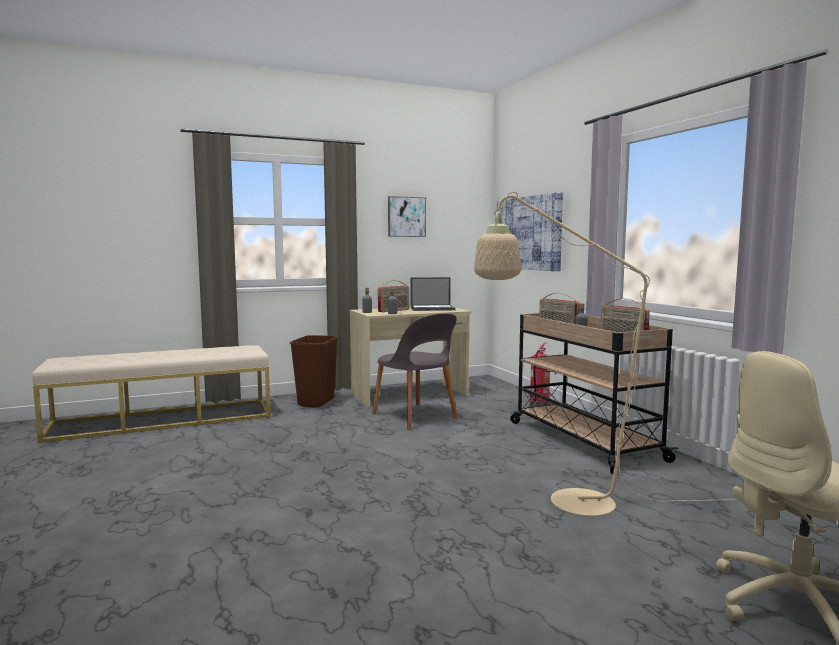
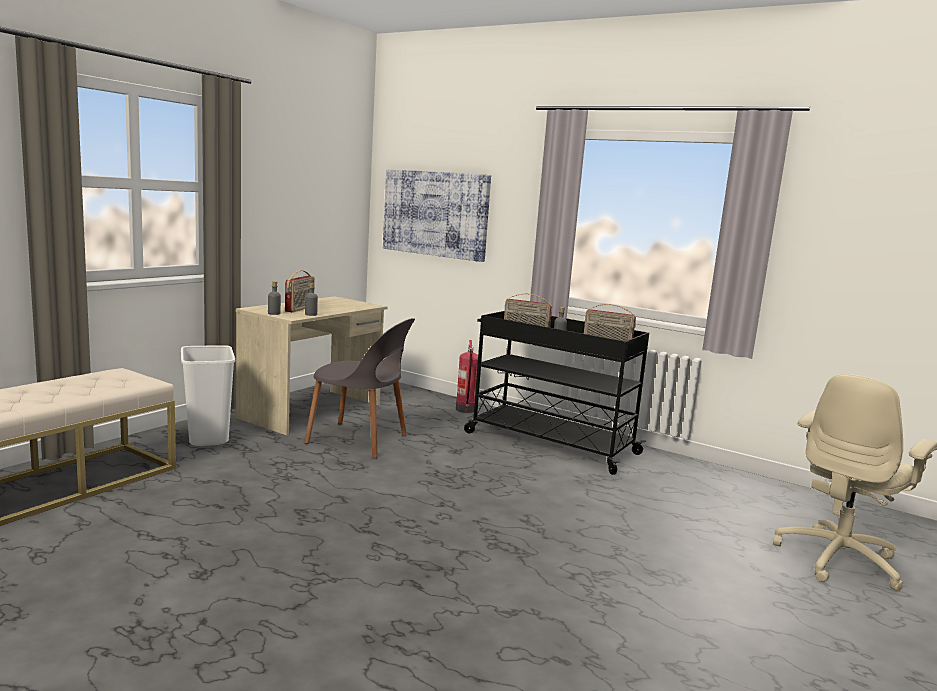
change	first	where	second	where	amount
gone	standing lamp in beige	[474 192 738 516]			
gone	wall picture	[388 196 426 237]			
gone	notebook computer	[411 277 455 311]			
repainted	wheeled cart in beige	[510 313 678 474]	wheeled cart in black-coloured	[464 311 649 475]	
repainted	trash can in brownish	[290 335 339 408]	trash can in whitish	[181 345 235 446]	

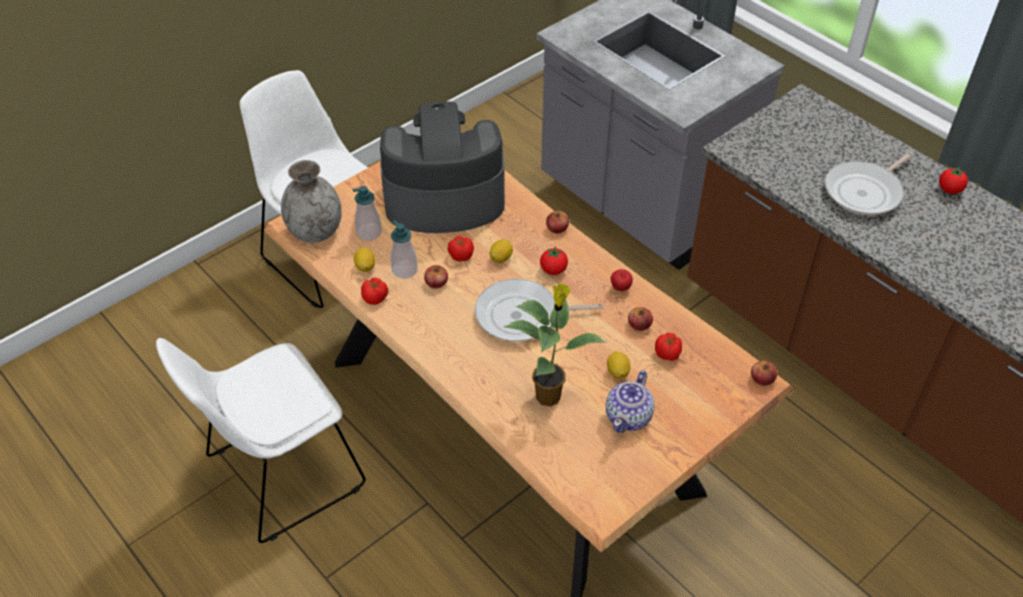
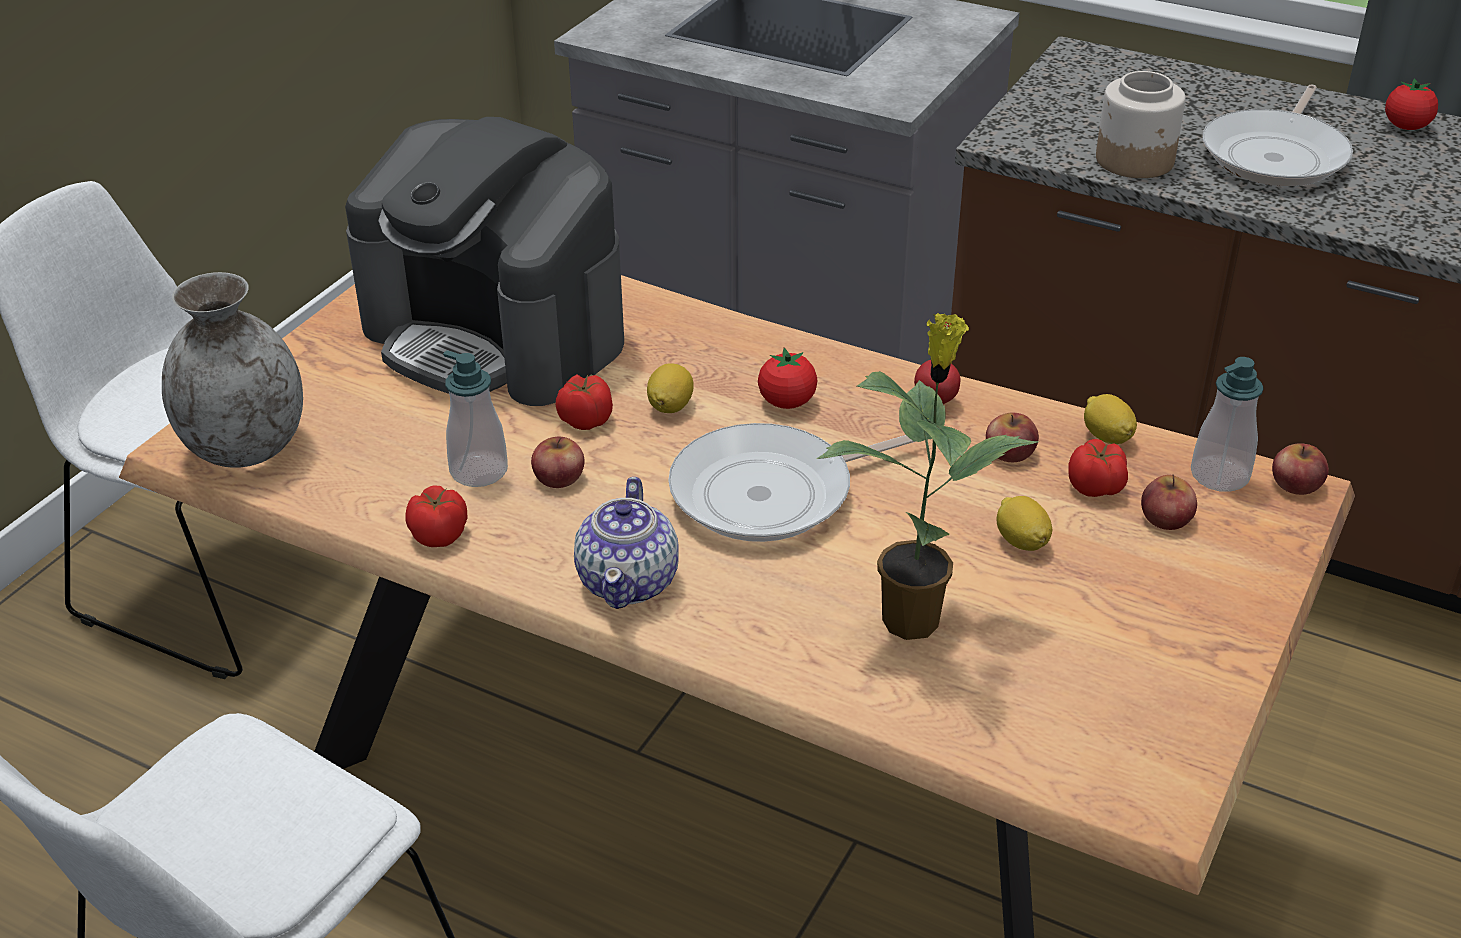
change	first	where	second	where	amount
rotated	coffee machine	[380 102 505 233]		[345 117 624 406]	120 degrees counterclockwise
shifted	soap bottle	[353 186 382 241]		[1191 357 1264 492]	
shifted	apple	[546 210 569 234]		[1141 474 1197 530]	
shifted	lemon	[354 247 375 272]		[1084 394 1137 444]	
shifted	teapot	[606 370 655 433]		[574 477 678 609]	
new			preserve jar	[1096 71 1186 178]	

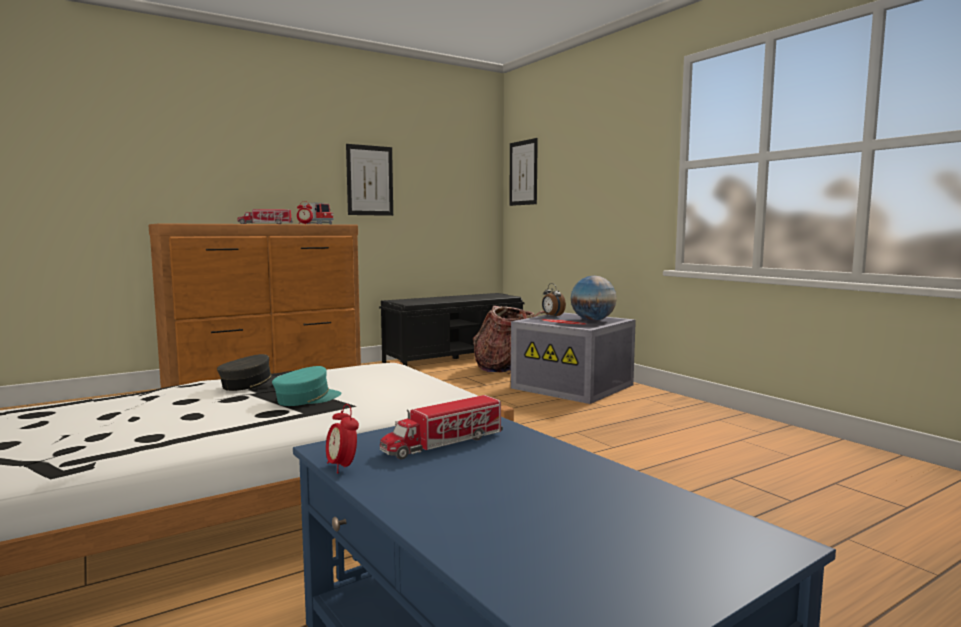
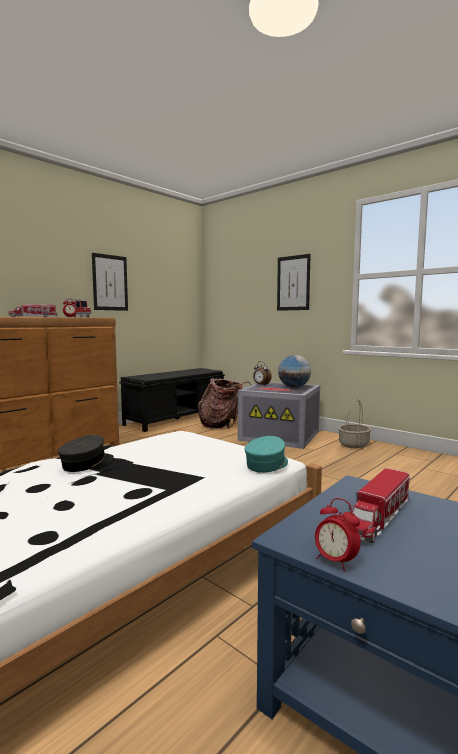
change	first	where	second	where	amount
shifted	wall picture	[509 138 538 206]		[277 254 311 311]	
shifted	cap in turquoise	[272 366 342 406]		[245 436 288 473]	
new			storage basket	[338 399 371 448]	

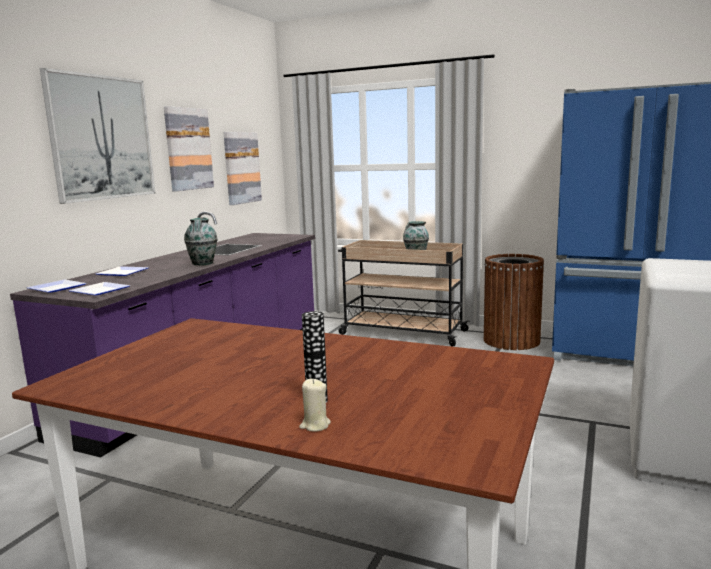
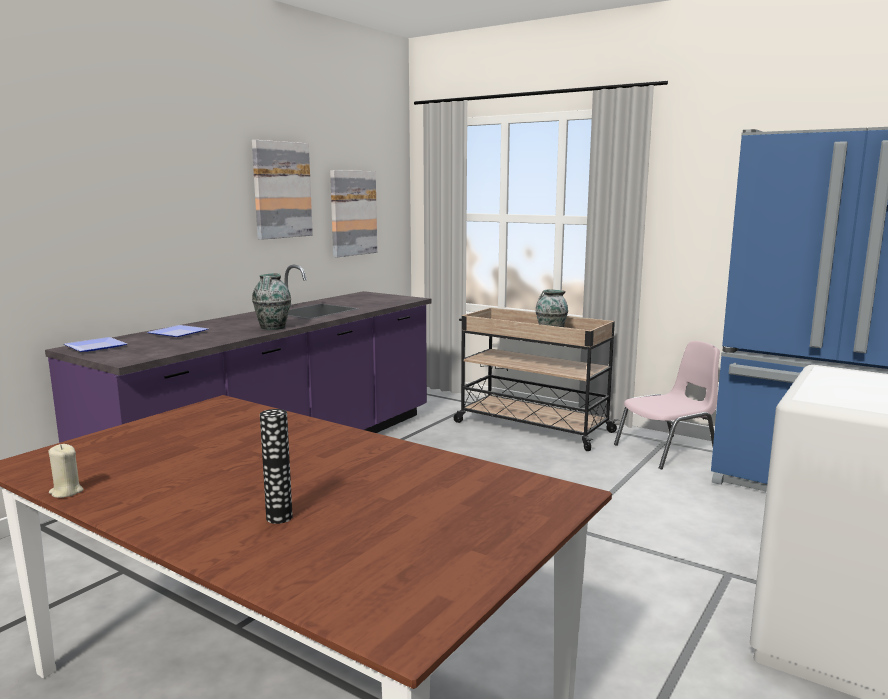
change	first	where	second	where	amount
gone	wall picture	[40 68 155 204]			
swapped	trash can in brownish	[484 254 544 350]	upright chair in pinkish	[614 341 720 469]	
gone	dinner plate	[69 282 130 295]			
shifted	wax light in beige	[299 379 331 431]		[48 444 83 498]	

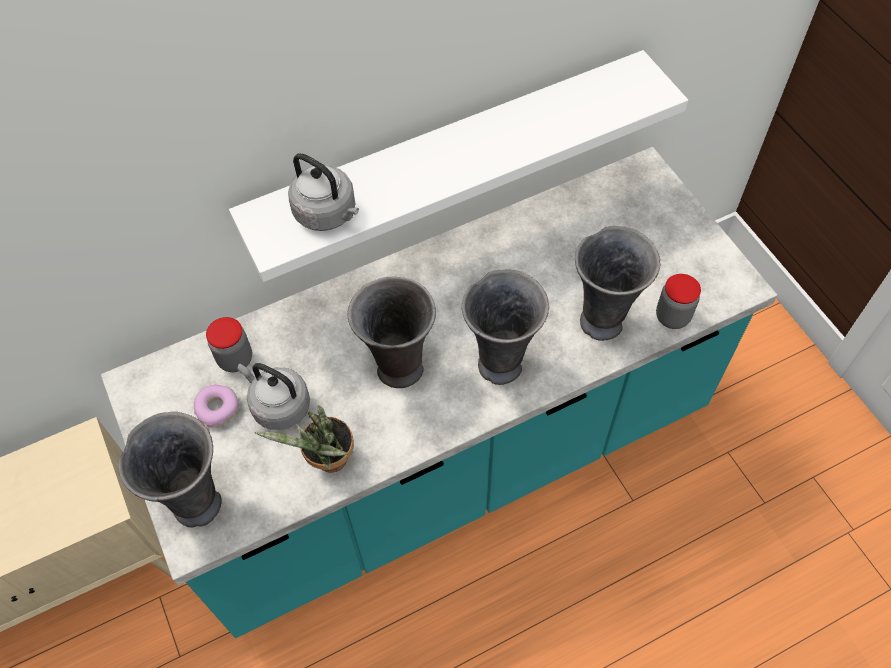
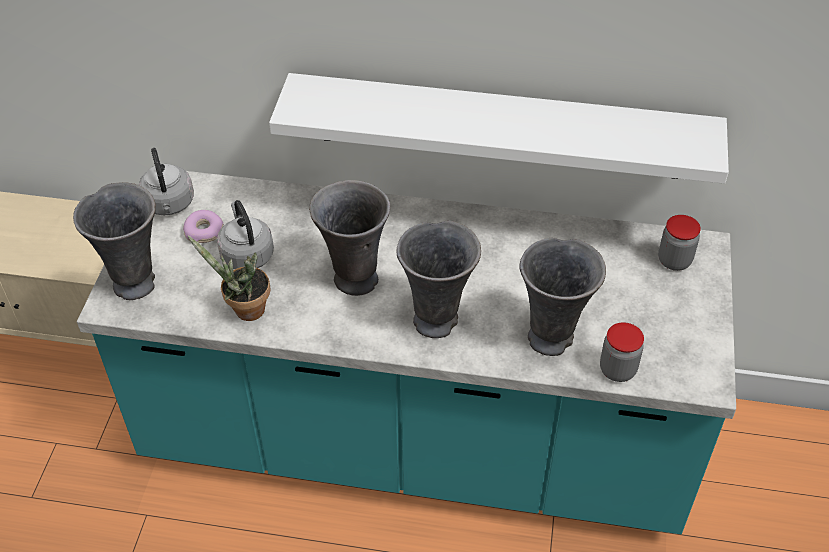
change	first	where	second	where	amount
shifted	tea kettle in gray	[288 153 359 231]		[139 148 194 215]	
shifted	preserve jar	[206 317 252 372]		[658 215 701 271]	

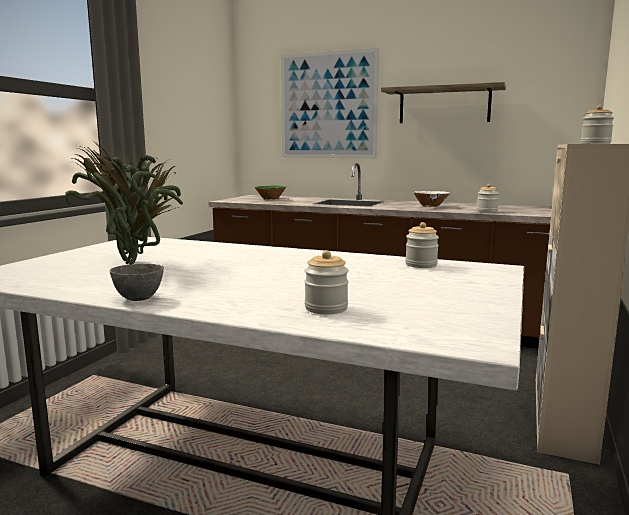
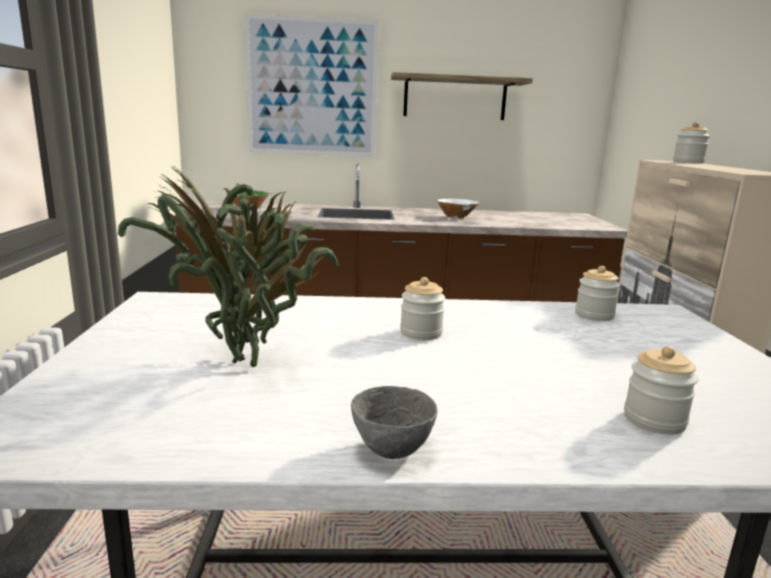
change	first	where	second	where	amount
shifted	preserve jar	[477 184 499 213]		[400 277 445 340]	

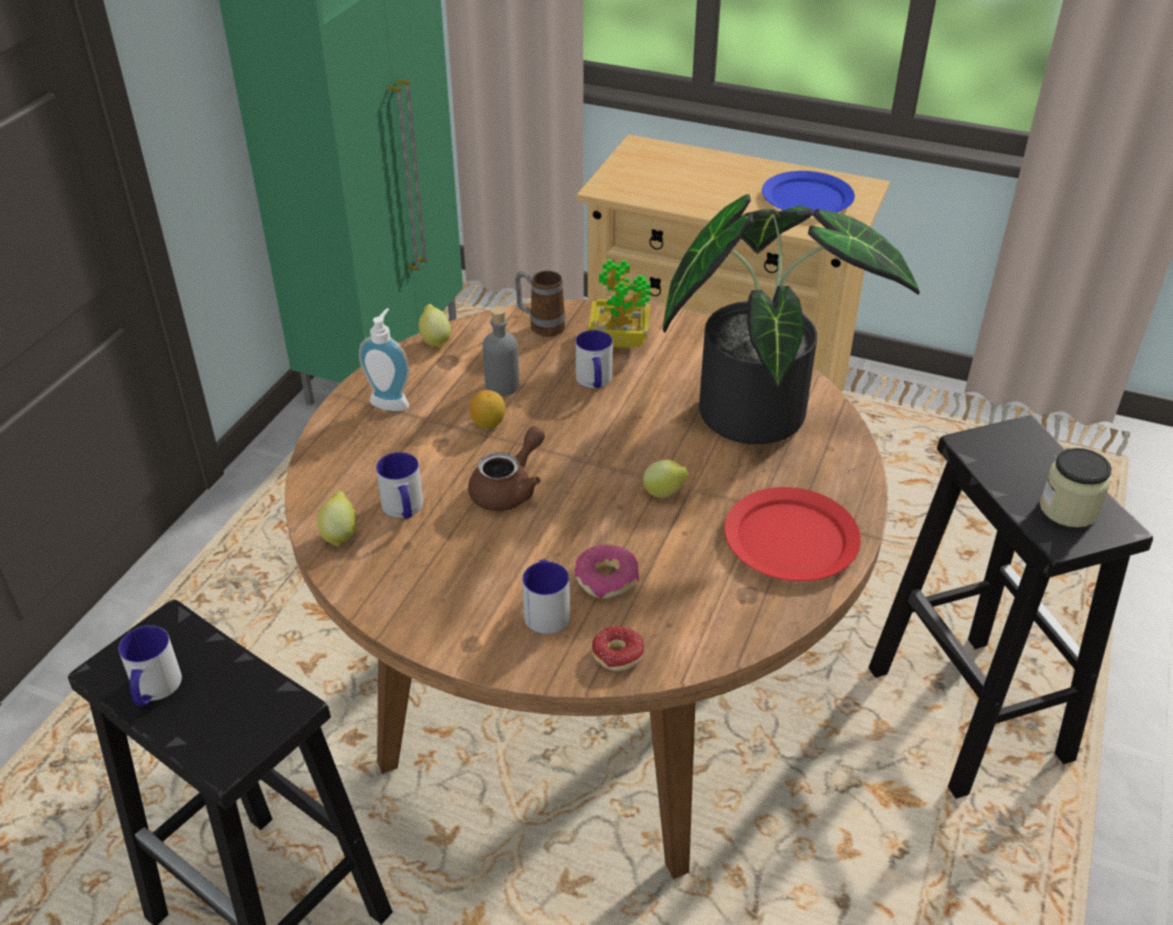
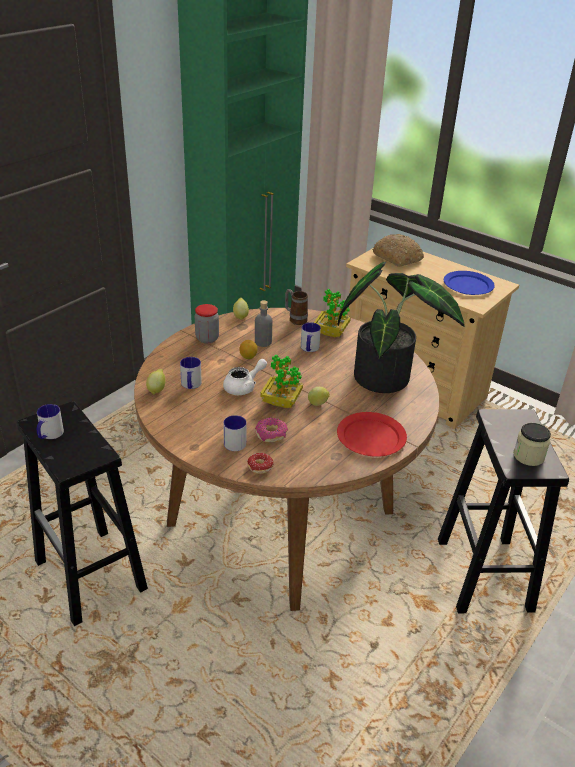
change	first	where	second	where	amount
swapped	soap bottle	[359 308 410 411]	preserve jar	[195 304 219 343]	
repainted	teapot in brownish	[468 426 545 511]	teapot in whitish	[223 359 267 395]	
new			baked bread	[372 234 424 267]	
new			potted plant	[260 355 303 408]	

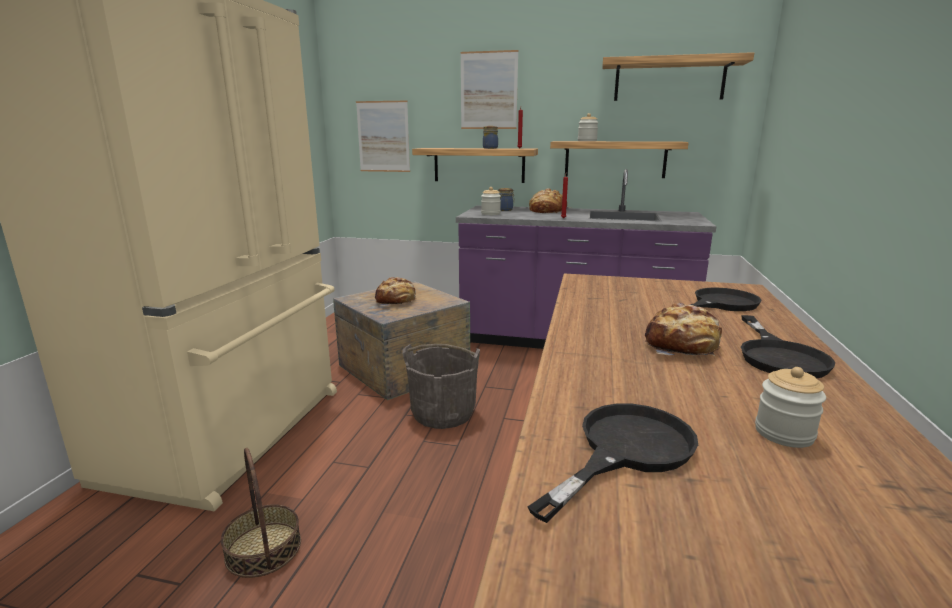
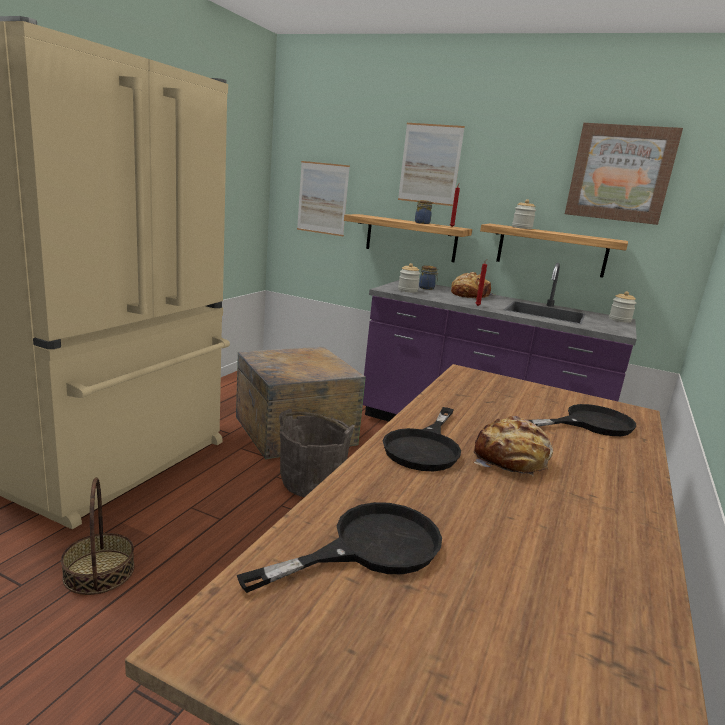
change	first	where	second	where	amount
swapped	bracket shelf	[603 52 754 101]	wall picture	[565 123 683 225]	
gone	baked bread	[375 277 416 306]			
shifted	pan in black-coloured	[741 315 835 378]		[383 407 461 471]	
shifted	preserve jar	[755 367 826 448]		[609 291 636 323]	

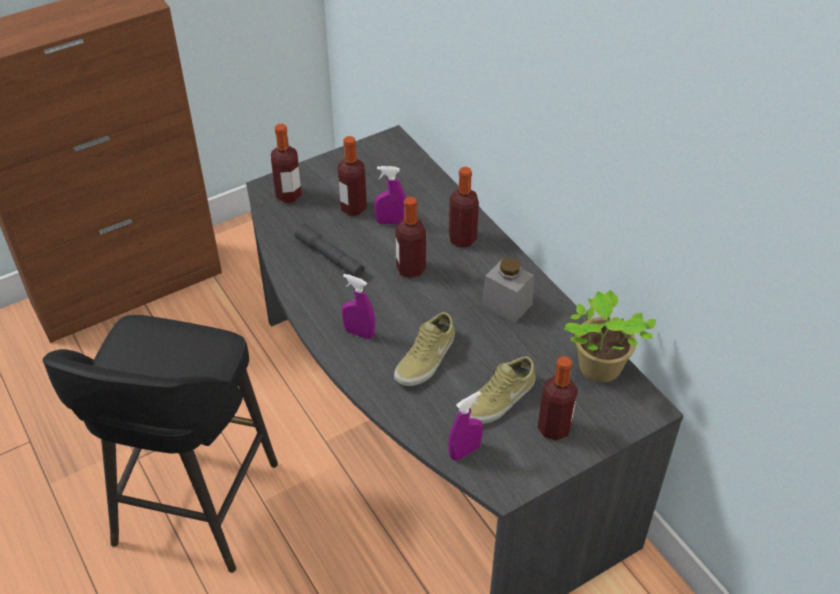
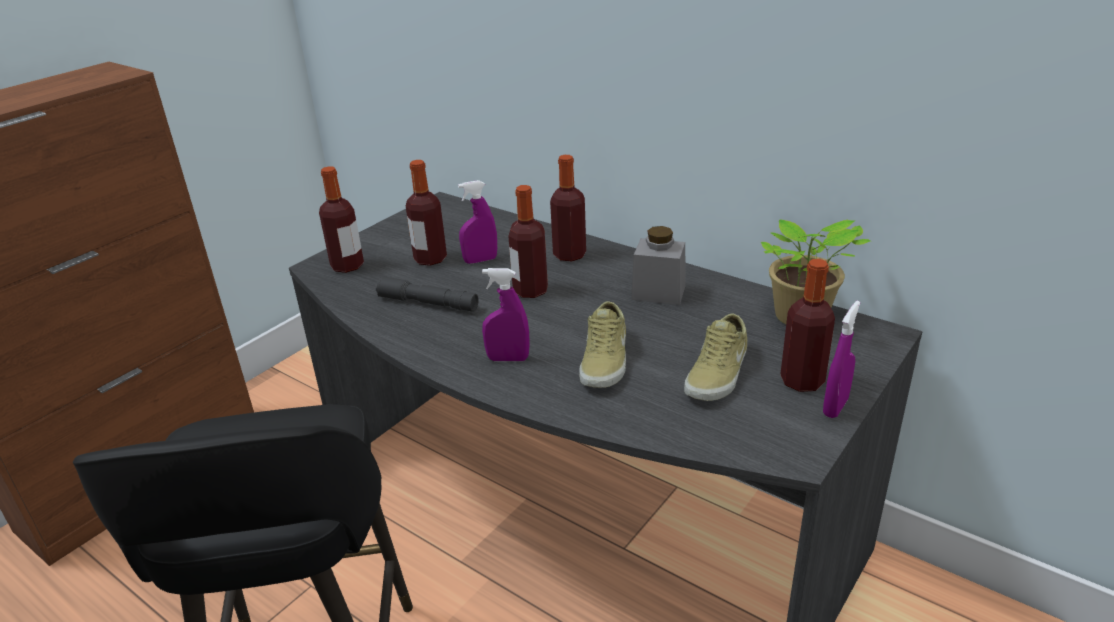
change	first	where	second	where	amount
shifted	hand sprayer in purple	[448 391 483 461]		[823 301 860 418]	

